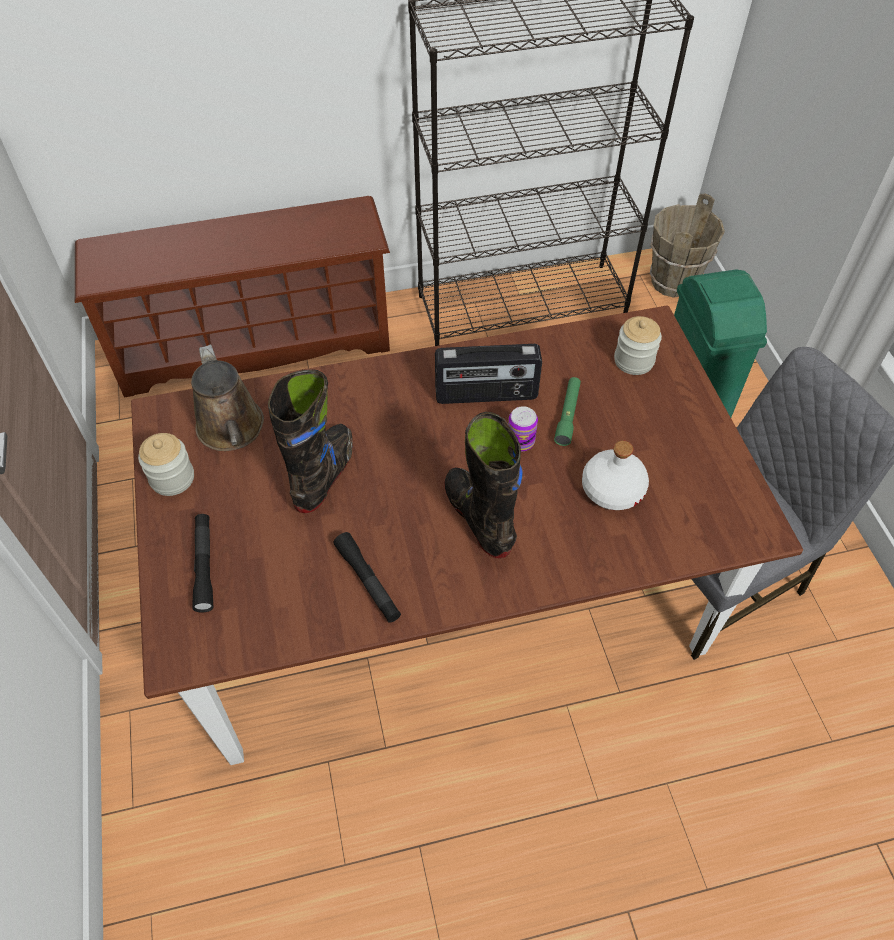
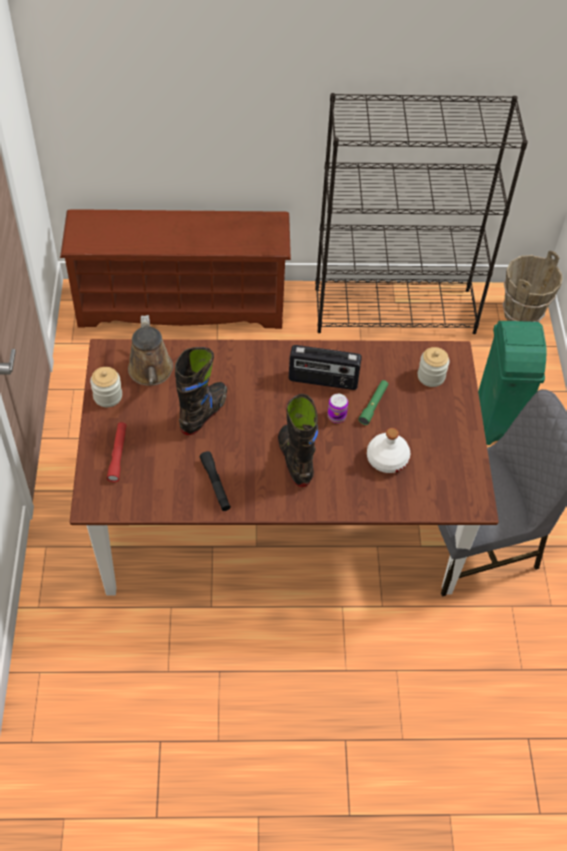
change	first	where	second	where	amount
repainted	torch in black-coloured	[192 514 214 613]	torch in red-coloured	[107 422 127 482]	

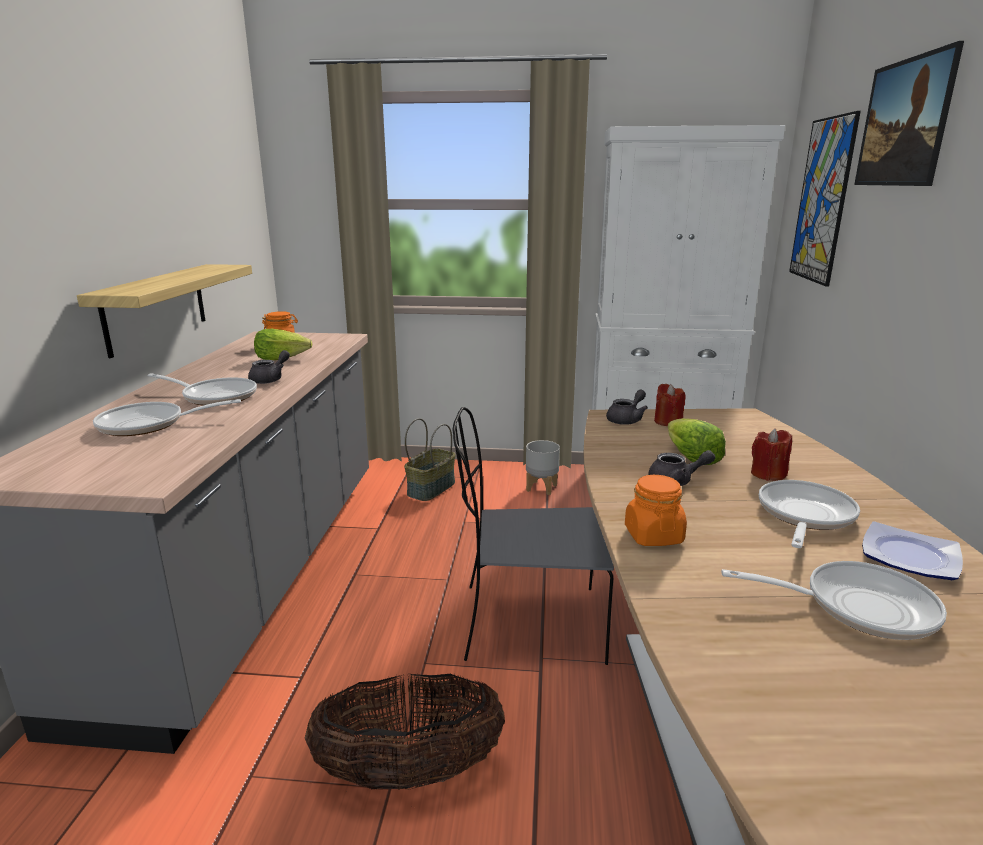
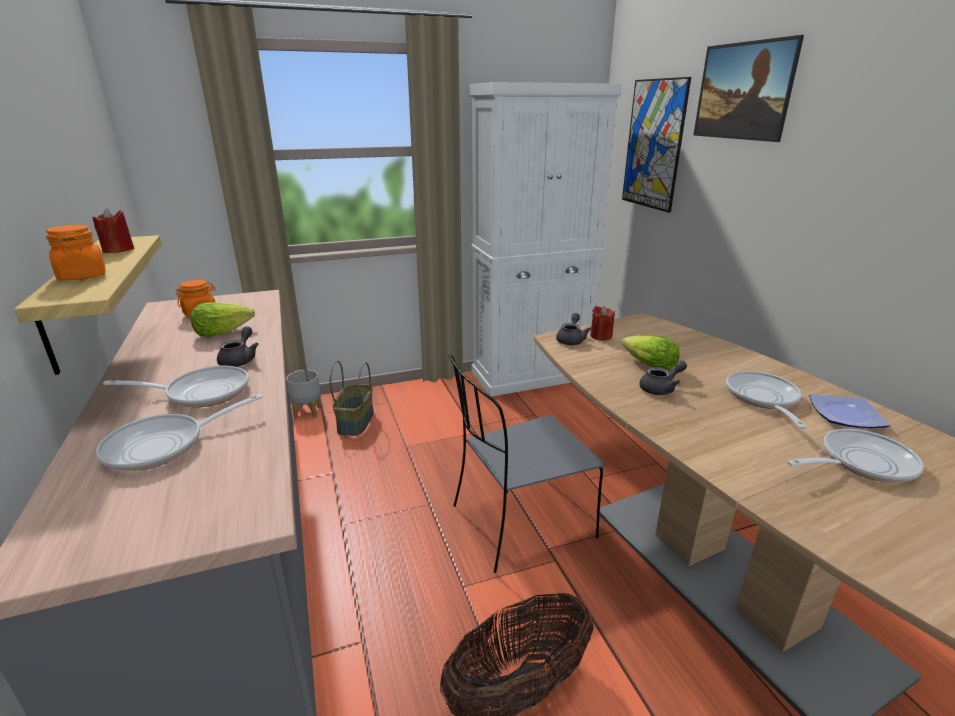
change	first	where	second	where	amount
shifted	wax light in red-coloured	[751 429 792 481]		[93 208 134 253]	
shifted	planter in gray	[526 440 560 495]		[286 370 321 418]	
shifted	preserve jar in orange-coloured	[625 475 687 546]		[46 224 106 280]	

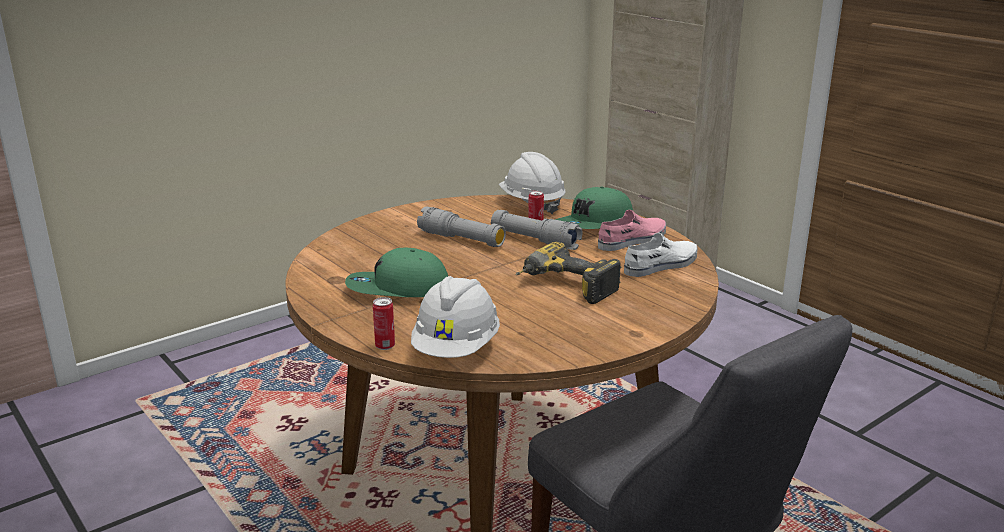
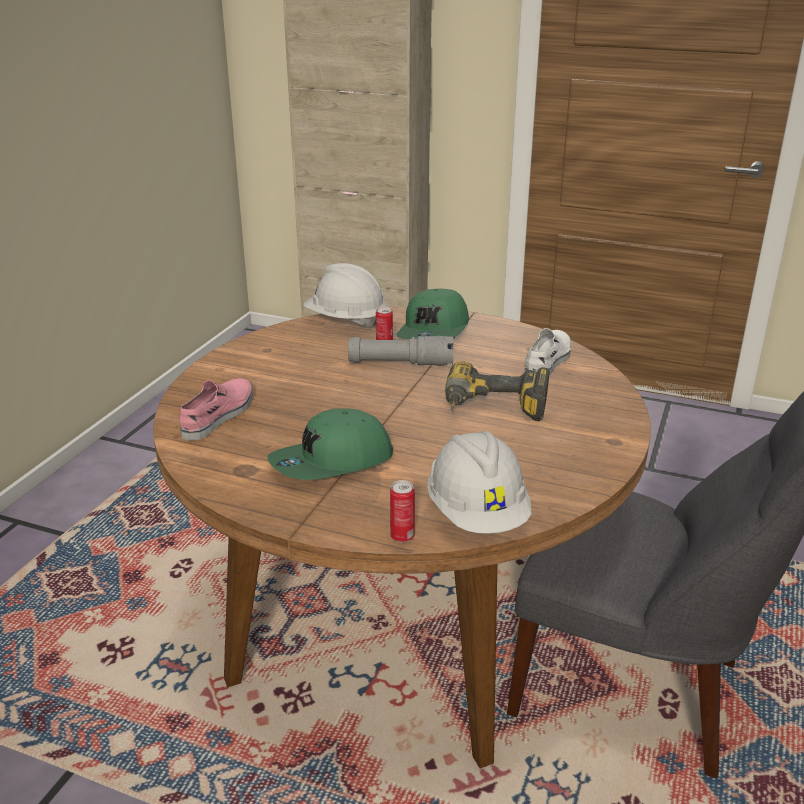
change	first	where	second	where	amount
gone	torch in gray	[417 207 506 247]			
shifted	low shoe in pinkish	[598 210 666 251]		[179 378 253 441]	

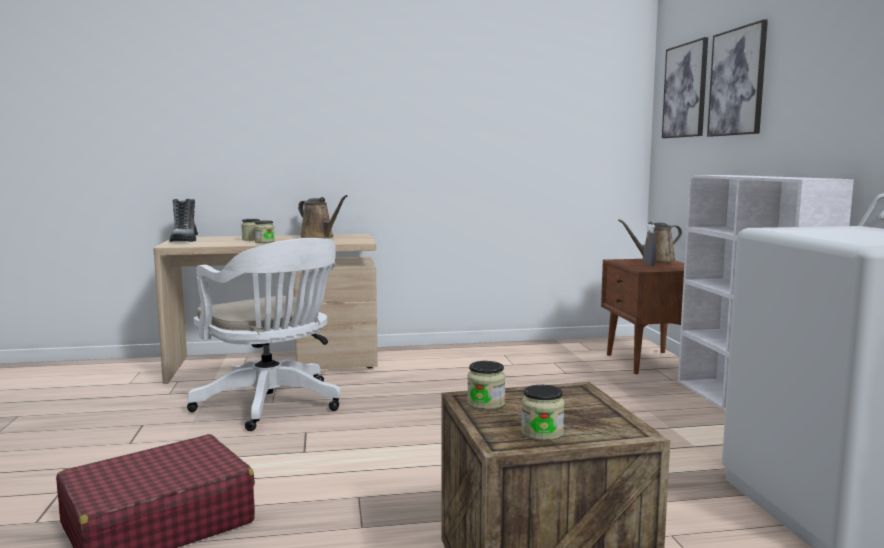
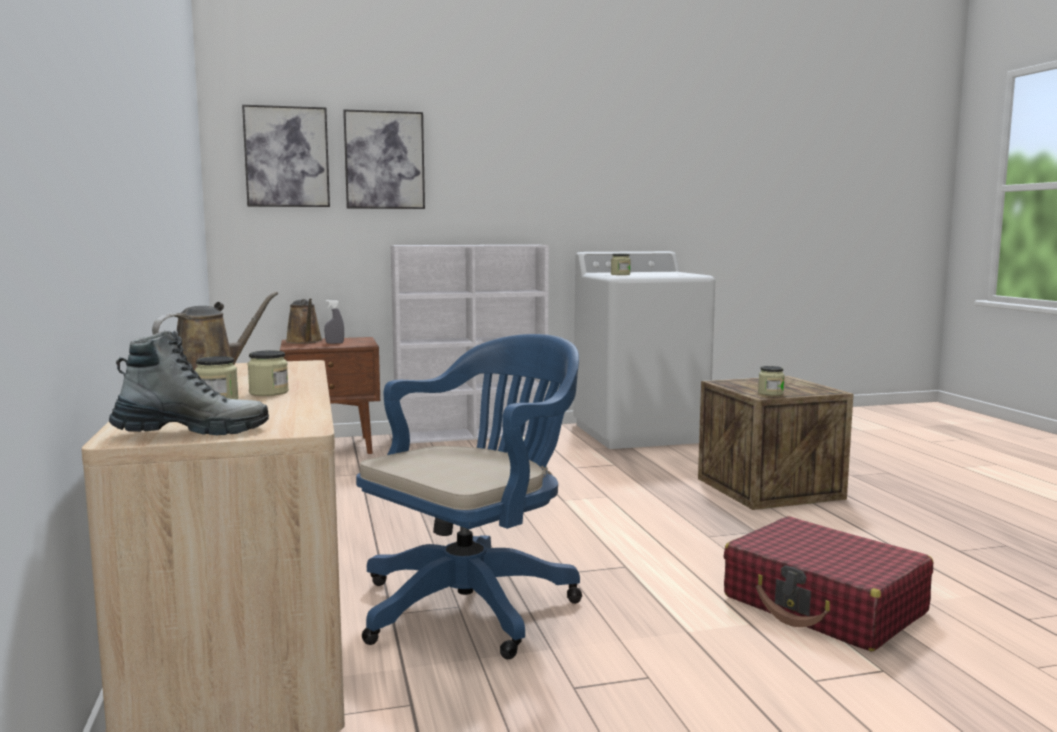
change	first	where	second	where	amount
repainted	computer chair in whitish	[187 238 341 431]	computer chair in blue	[356 334 582 659]	
shifted	preserve jar	[521 385 565 441]		[611 254 631 275]	

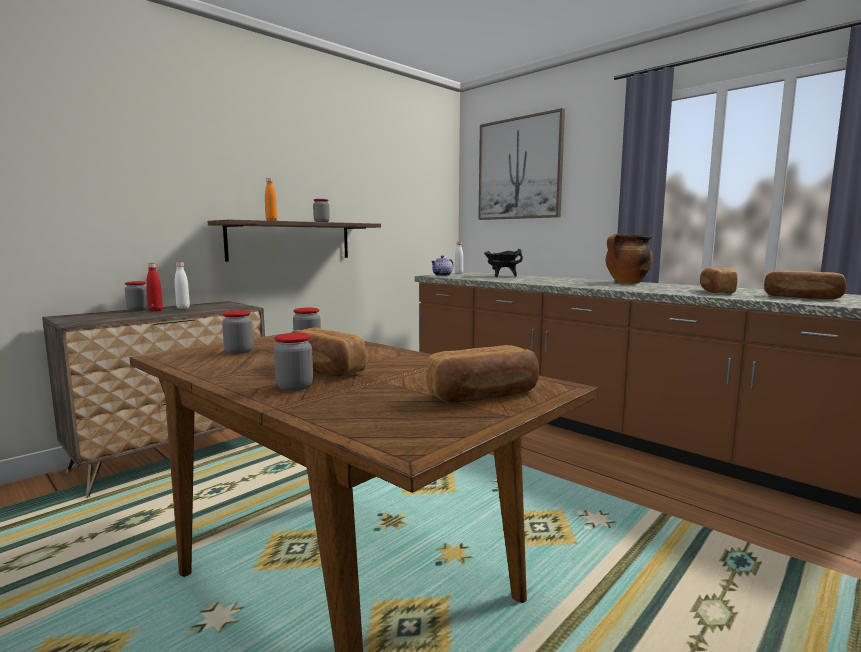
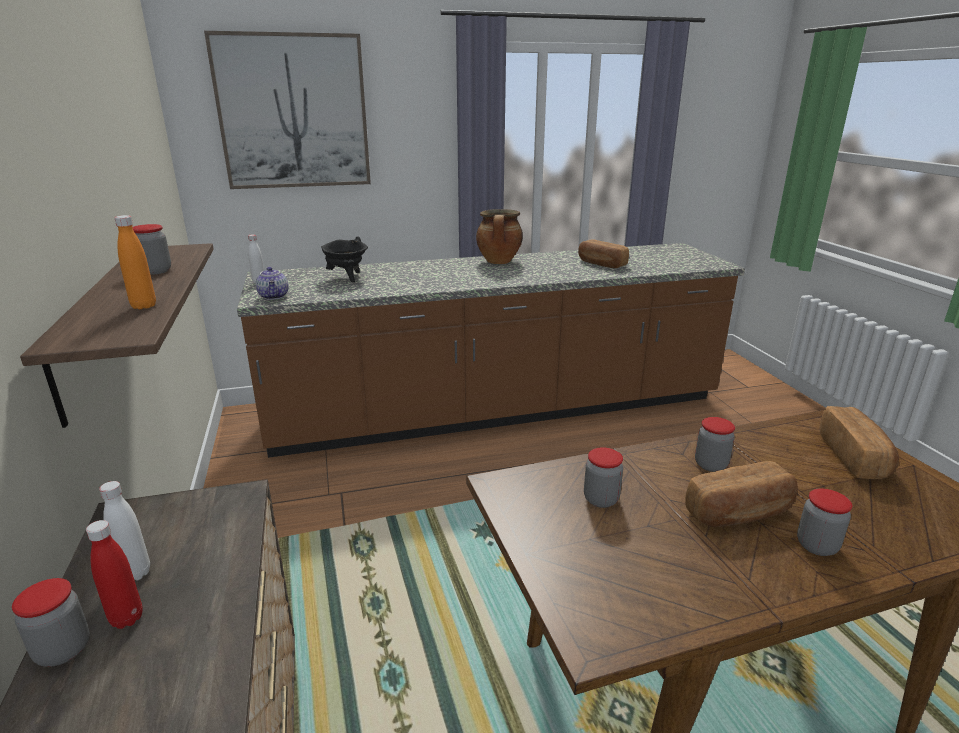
change	first	where	second	where	amount
gone	baked bread	[764 271 846 299]			
shifted	preserve jar	[222 310 253 354]		[695 417 735 472]	

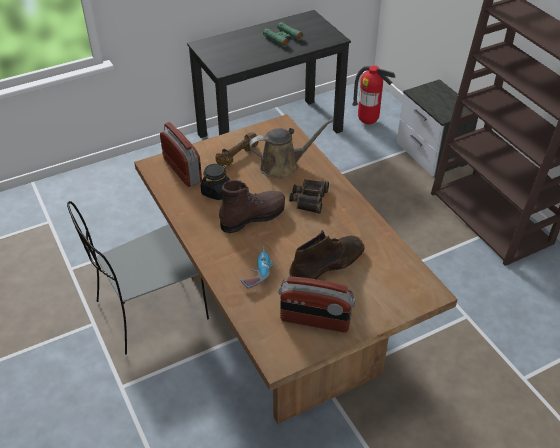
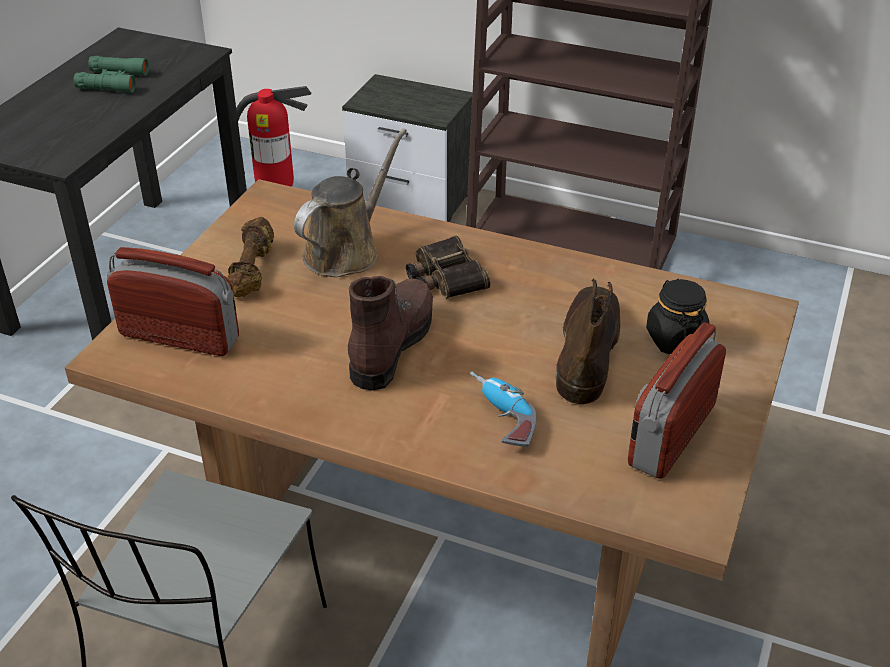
change	first	where	second	where	amount
shifted	preserve jar in black-coloured	[201 163 230 200]		[646 278 710 354]	
rotated	radio receiver	[279 276 355 332]		[628 322 726 479]	150 degrees clockwise

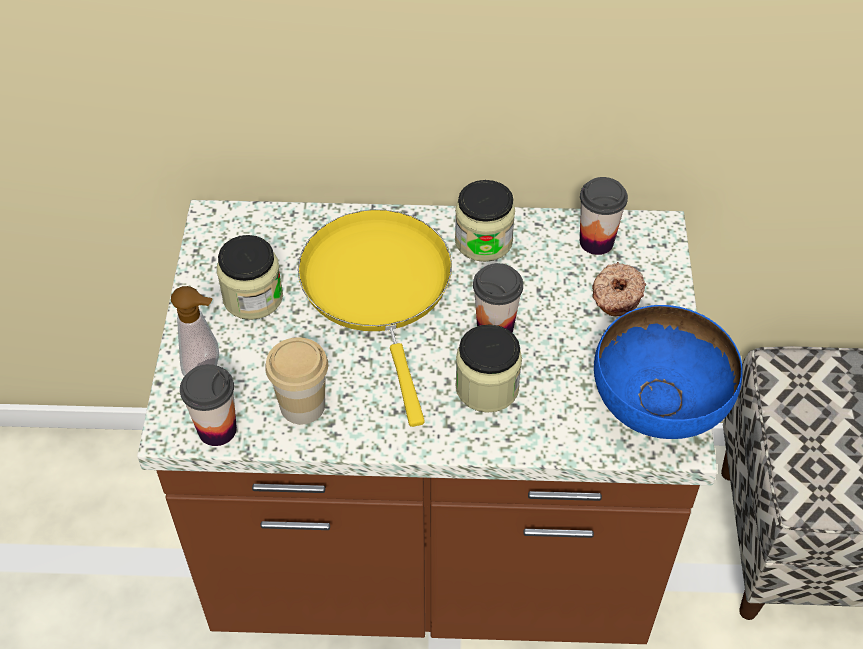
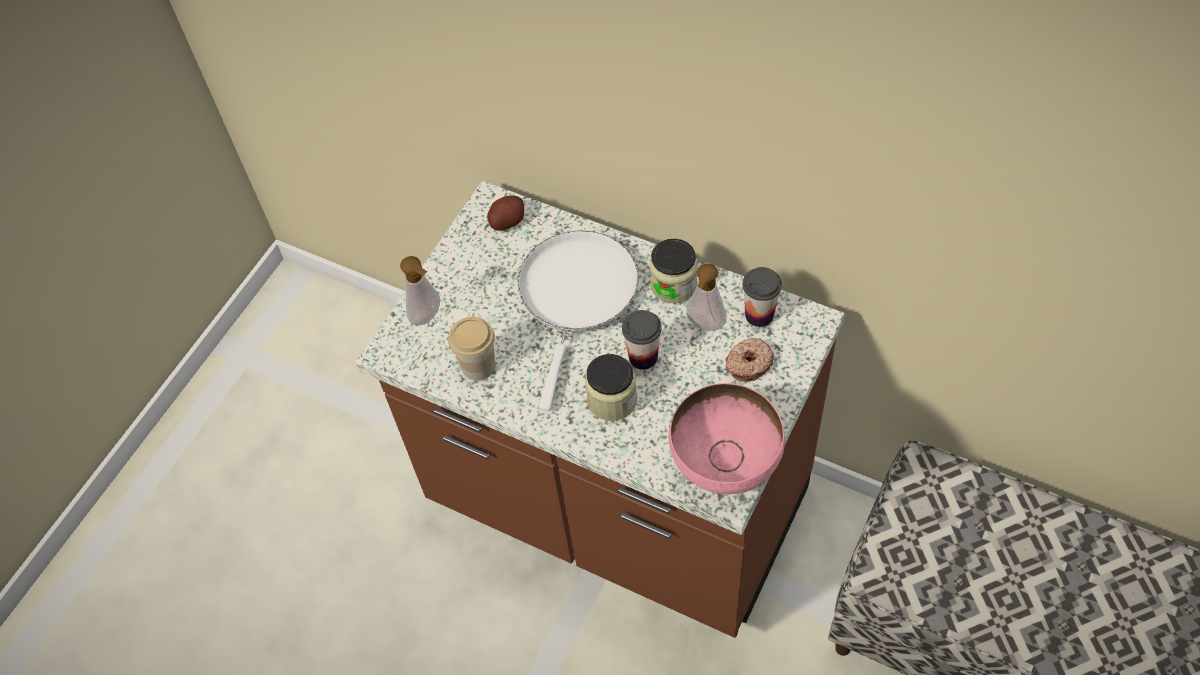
change	first	where	second	where	amount
repainted	pan in yellow-coloured	[298 210 452 427]	pan in whitish	[518 230 639 411]	
gone	preserve jar	[217 235 283 320]			
repainted	deep dish in blue	[594 305 743 439]	deep dish in pinkish	[669 383 785 494]	
gone	small cup	[180 364 237 446]			
new			potato	[487 195 524 231]	
new			soap bottle	[687 264 727 331]	

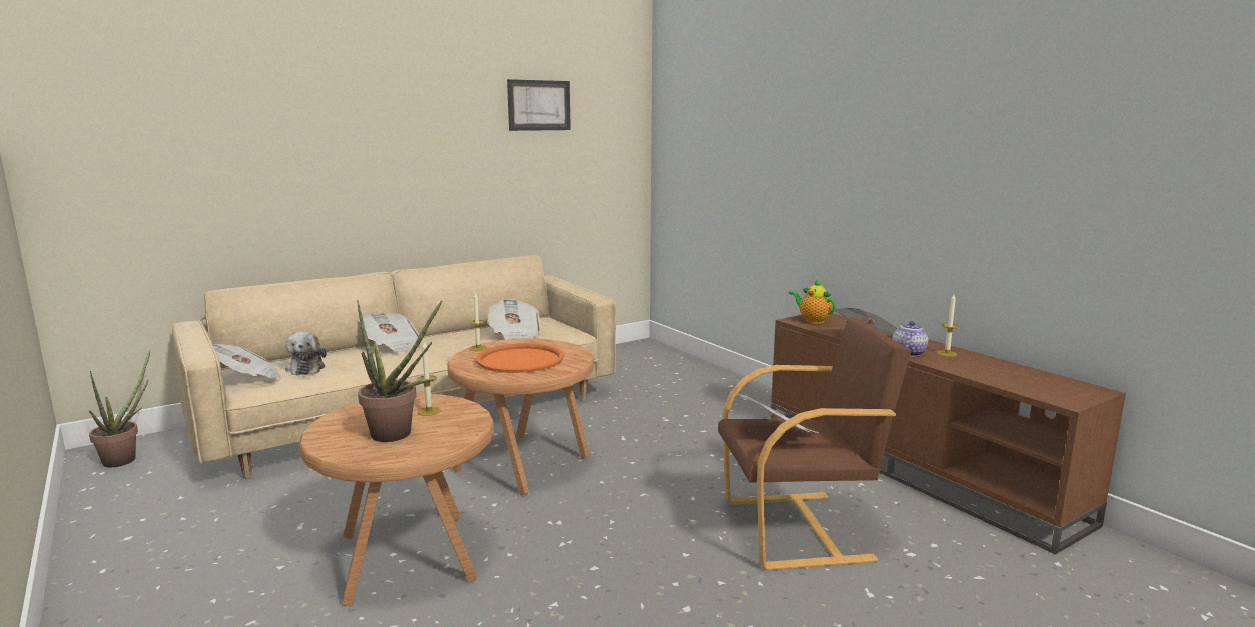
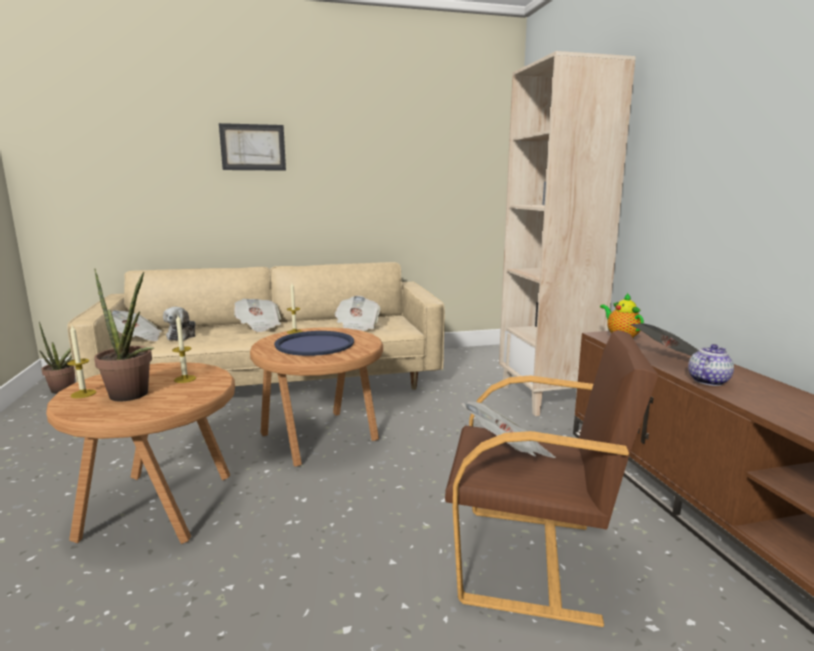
change	first	where	second	where	amount
shifted	wall picture	[507 79 571 131]		[219 123 286 171]	
shifted	wax light	[937 294 959 357]		[67 325 96 398]	
repainted	tray in orange-coloured	[476 343 564 373]	tray in blue	[274 331 354 356]	
new			bookshelf in beige	[499 51 636 416]	

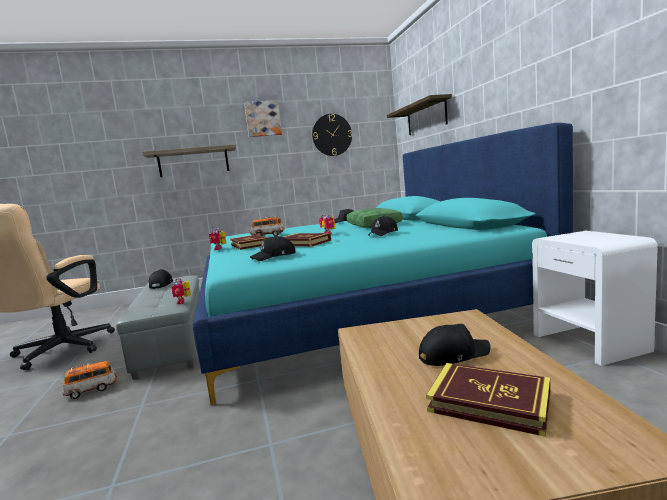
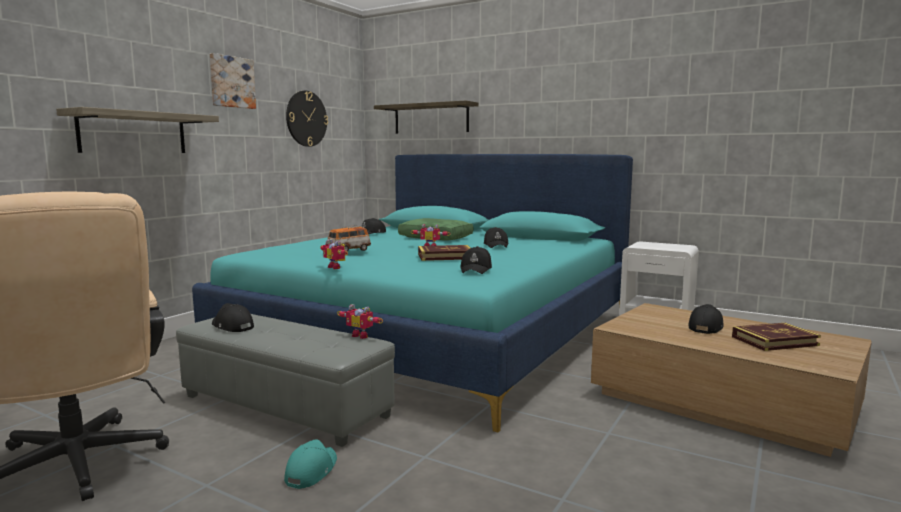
change	first	where	second	where	amount
gone	volume	[230 234 268 250]			
swapped	miniature car	[62 361 117 399]	cap in turquoise	[284 439 337 489]	

